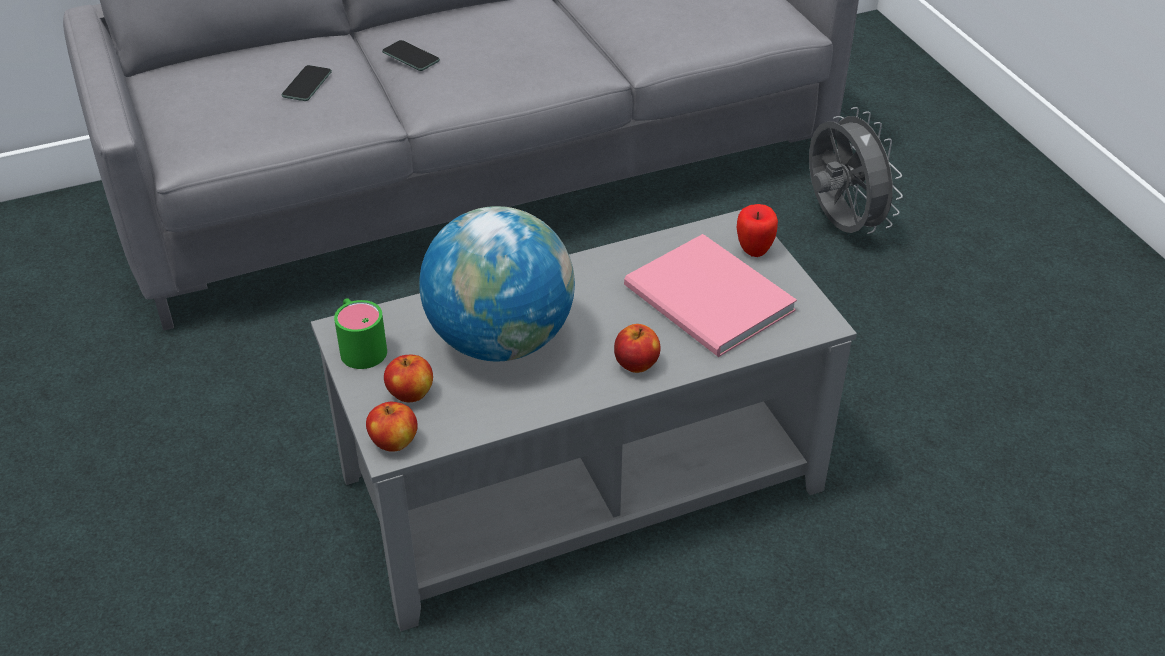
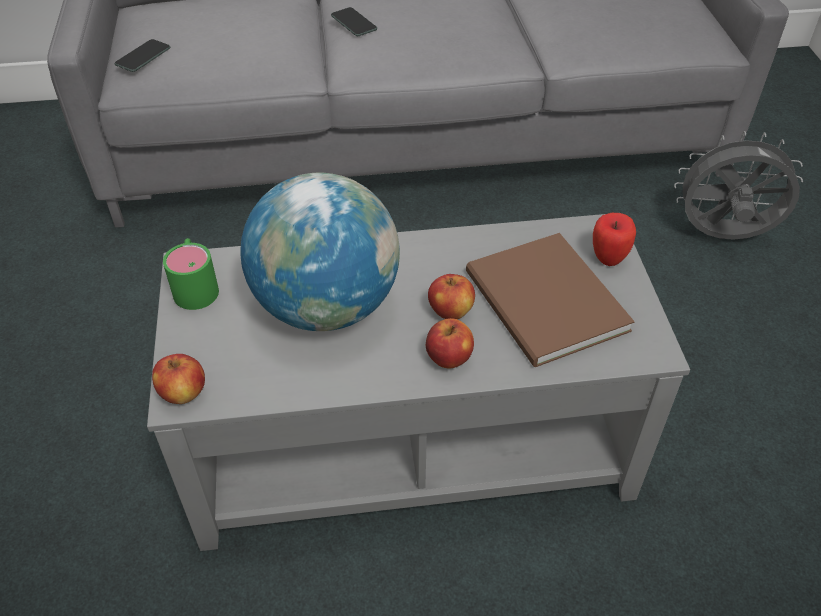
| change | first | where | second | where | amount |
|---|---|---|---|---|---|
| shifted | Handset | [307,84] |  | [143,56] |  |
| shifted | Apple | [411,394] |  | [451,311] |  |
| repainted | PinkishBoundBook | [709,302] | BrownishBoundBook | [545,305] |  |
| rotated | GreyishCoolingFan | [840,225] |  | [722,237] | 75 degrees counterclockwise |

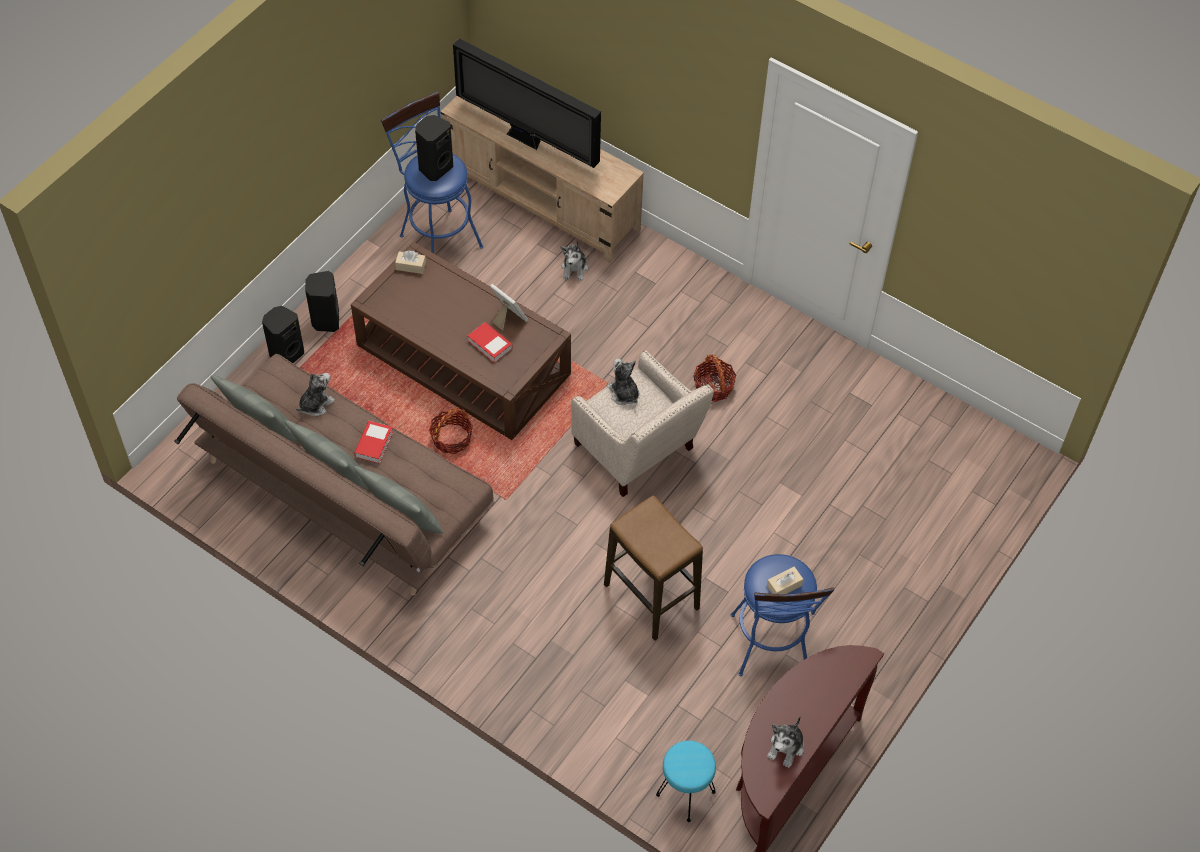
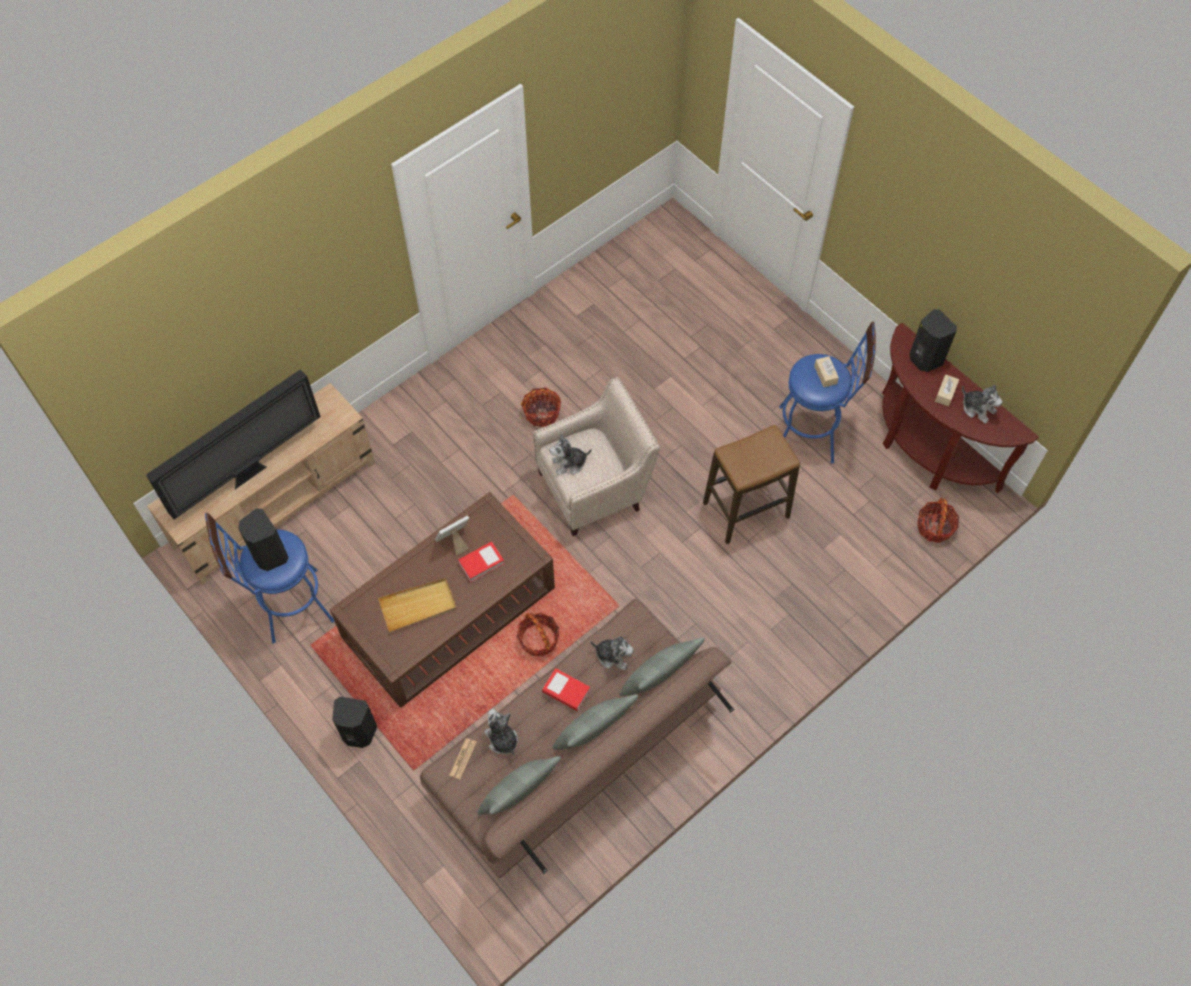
| change | first | where | second | where | amount |
|---|---|---|---|---|---|
| shifted | BlackishAudioSpeaker | [286,354] |  | [924,359] |  |
| shifted | BeigeBoxOfTissues | [411,266] |  | [945,393] |  |
| shifted | CuddlyToy | [575,268] |  | [613,655] |  |
| swapped | BlueGreenStool | [685,794] | StorageBasket | [934,527] |  |
| new |  |  | BeigeTray | [418,606] |  |
| new |  |  | Newspaper | [463,758] |  |

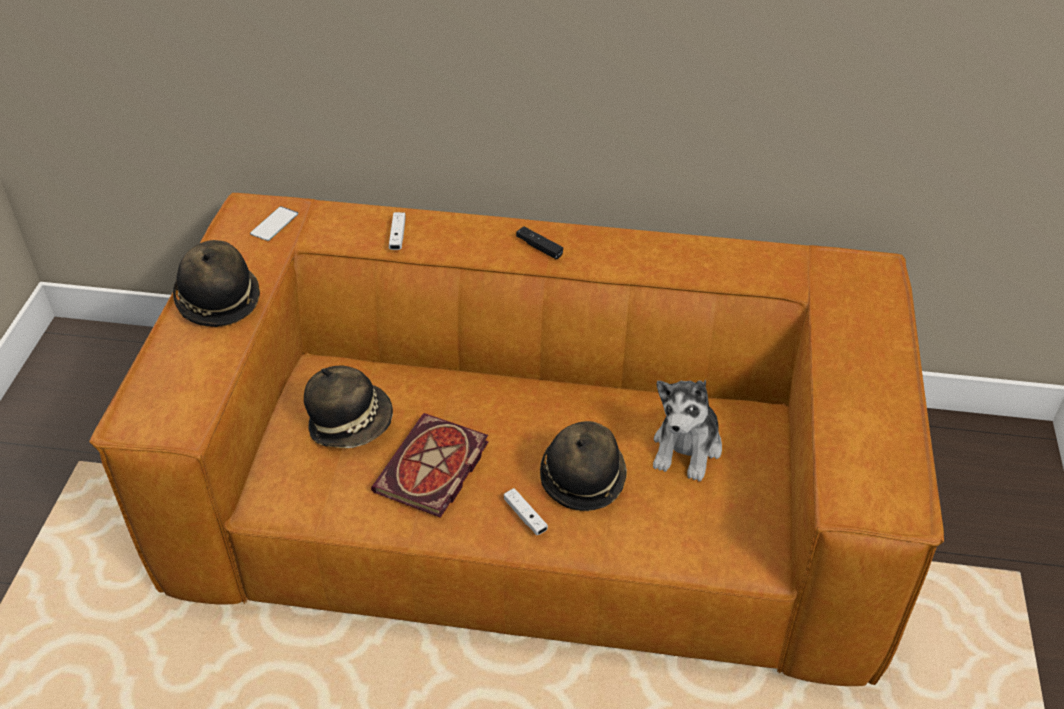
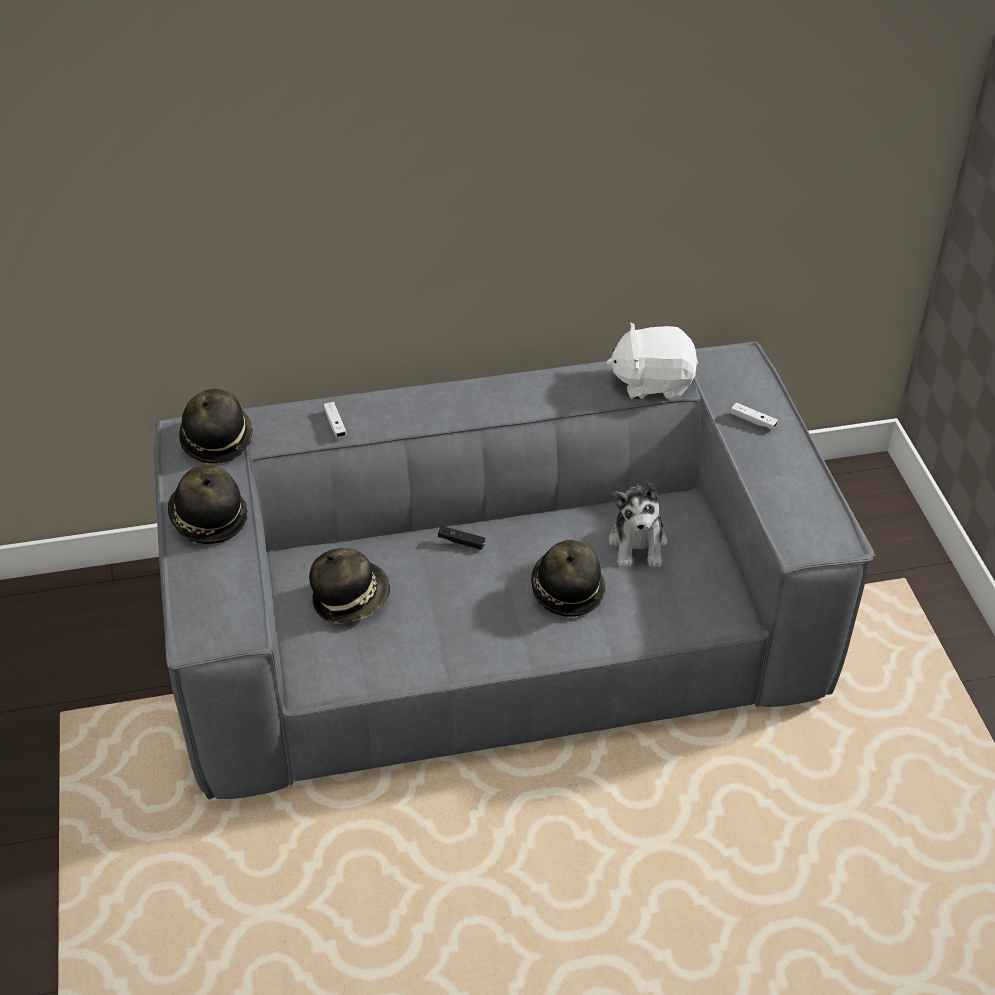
| change | first | where | second | where | amount |
|---|---|---|---|---|---|
| repainted | BrownishSettee | [532,503] | GreyishSettee | [498,632] |  |
| swapped | Handset | [274,224] | ClothingHat | [217,439] |  |
| gone | BoundBook | [432,470] |  |  |  |
| shifted | WhiteColouredGameController | [525,516] |  | [753,421] |  |
| shifted | BlackishGameController | [539,247] |  | [461,542] |  |
| new |  |  | WhiteColouredCuddlyToy | [652,382] |  |

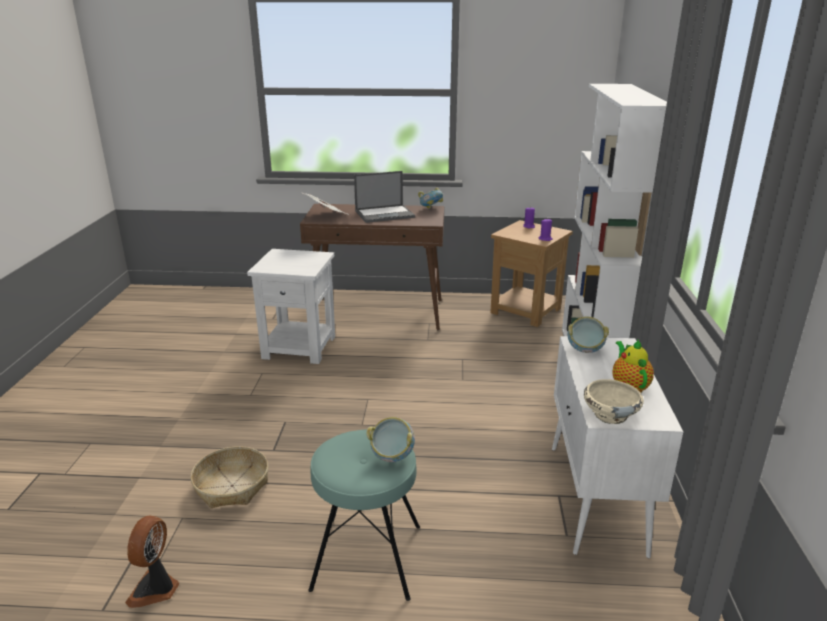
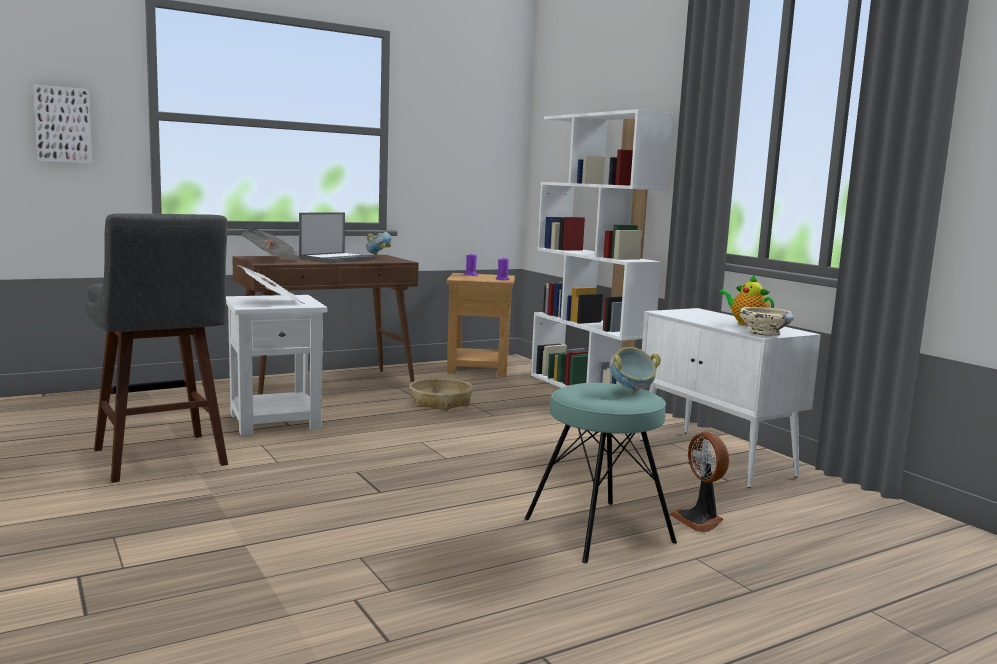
| change | first | where | second | where | amount |
|---|---|---|---|---|---|
| shifted | CoolingFan | [156,589] |  | [699,520] |  |
| shifted | StorageBasket | [232,486] |  | [441,402] |  |
| gone | Bowl | [584,350] |  |  |  |
| new |  |  | WallArt | [63,125] |  |
| new |  |  | GreyishStool | [161,459] |  |
| new |  |  | Newspaper | [272,302] |  |

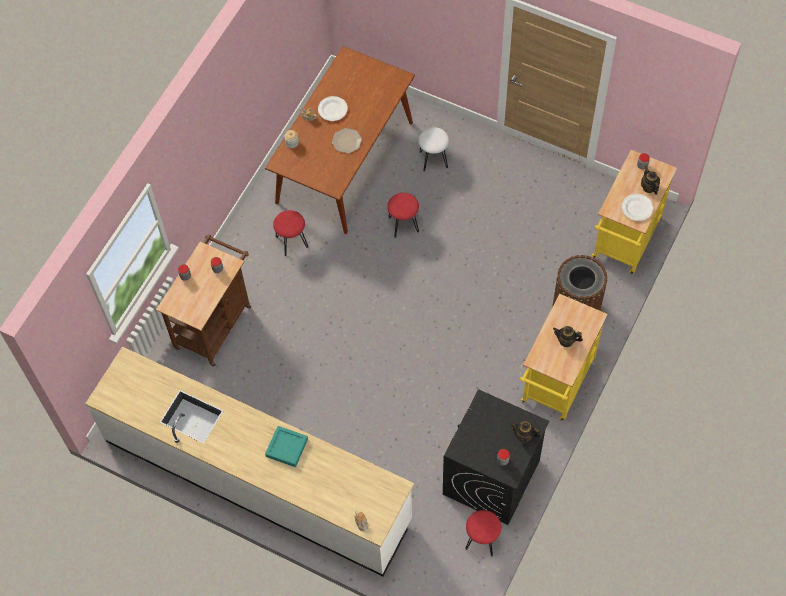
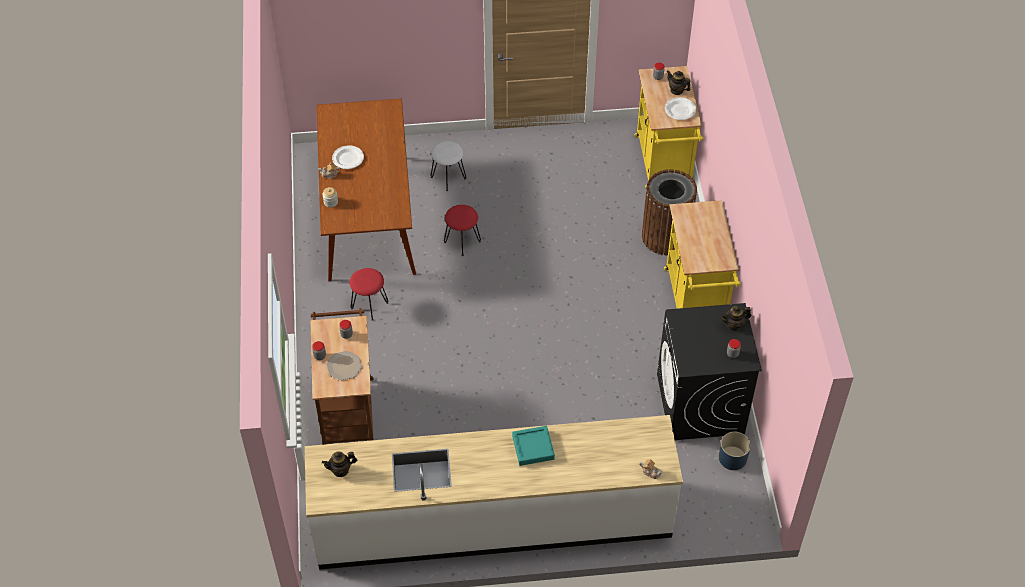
| change | first | where | second | where | amount |
|---|---|---|---|---|---|
| shifted | DinnerPlate | [347,141] |  | [344,366] |  |
| swapped | RedColouredStool | [482,540] | BluePlanter | [732,458] |  |
| shifted | PotForTea | [566,341] |  | [341,470] |  |

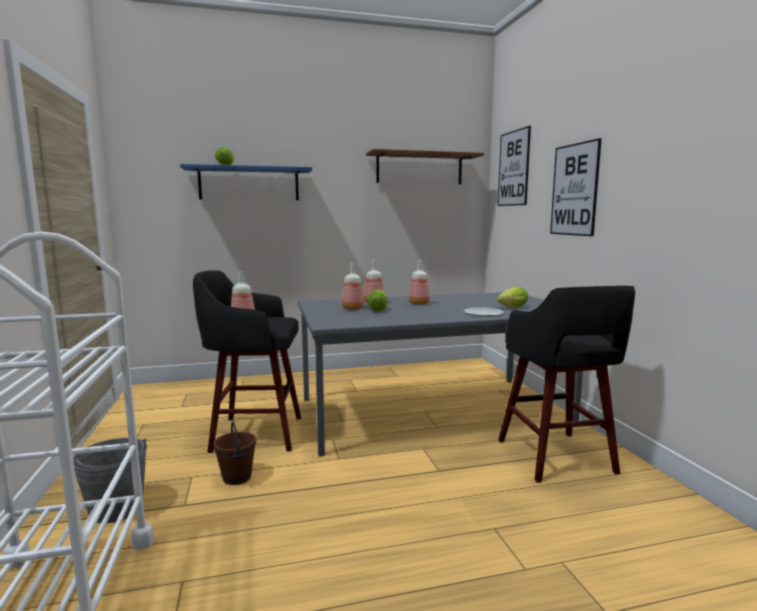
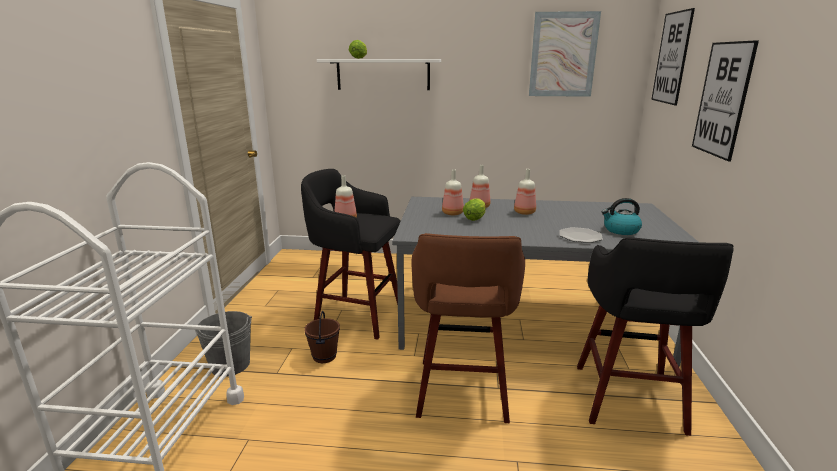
| change | first | where | second | where | amount |
|---|---|---|---|---|---|
| repainted | BlueWallShelf | [249,184] | WhiteColouredWallShelf | [383,74] |  |
| swapped | BrownishWallShelf | [419,169] | WallArt | [563,55] |  |
| swapped | HeadOfLettuce | [511,307] | WaterKettle | [620,230] |  |
| new |  |  | BrownishStool | [461,392] |  |

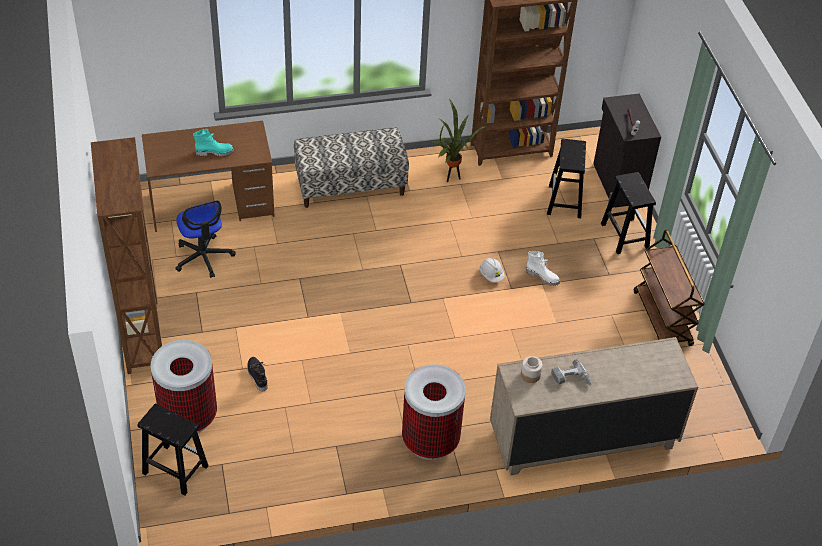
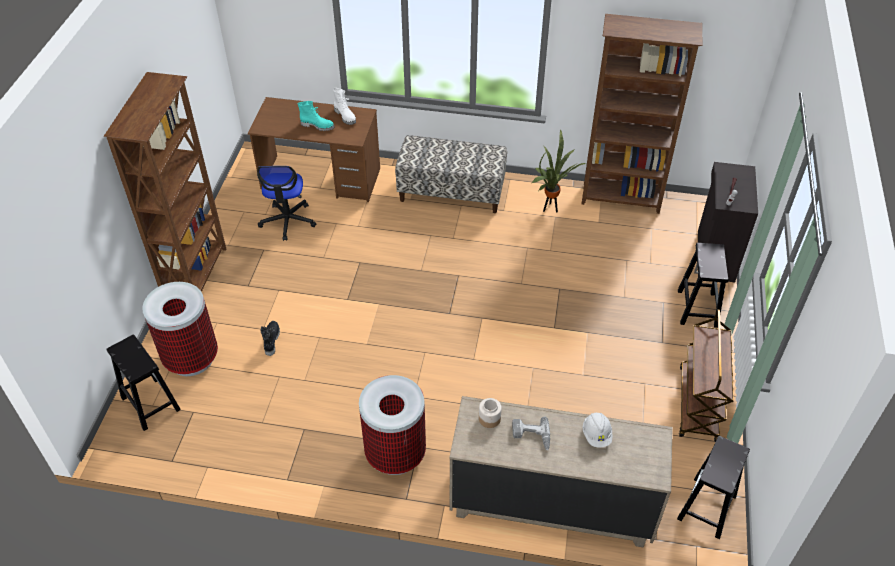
| change | first | where | second | where | amount |
|---|---|---|---|---|---|
| shifted | WhiteColouredHardHat | [491,275] |  | [596,435] |  |
| shifted | WhiteColouredHighTopBoot | [542,276] |  | [345,116] |  |
| shifted | BlackishStool | [565,202] |  | [706,508] |  |

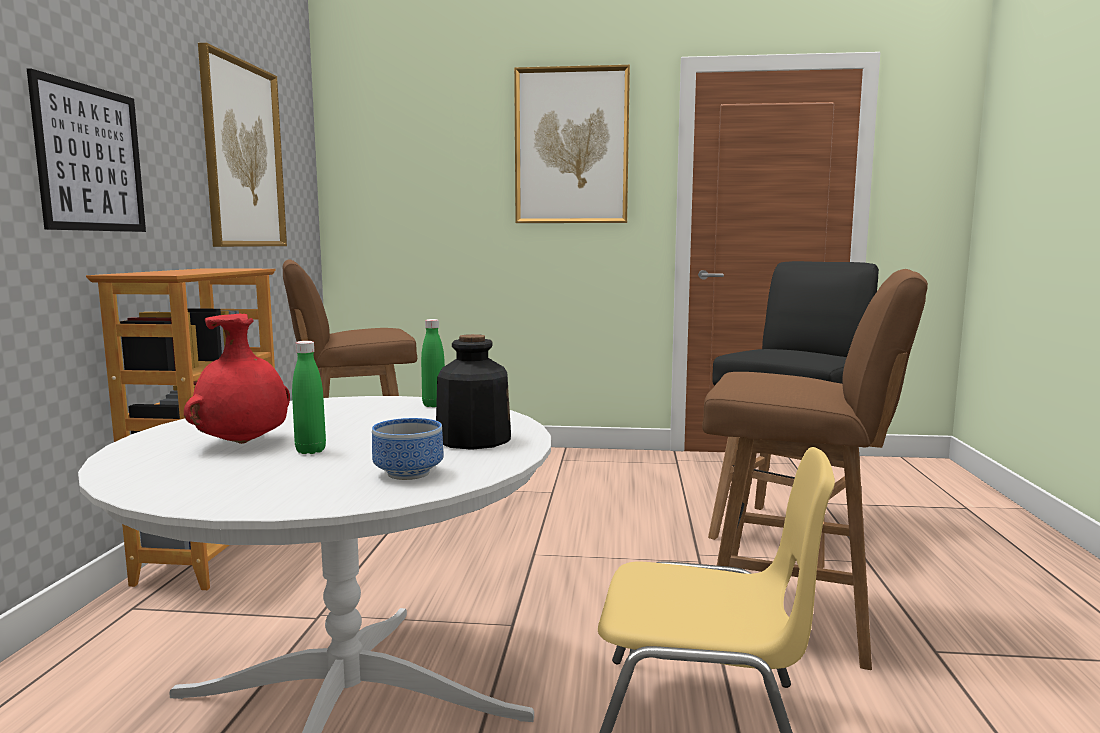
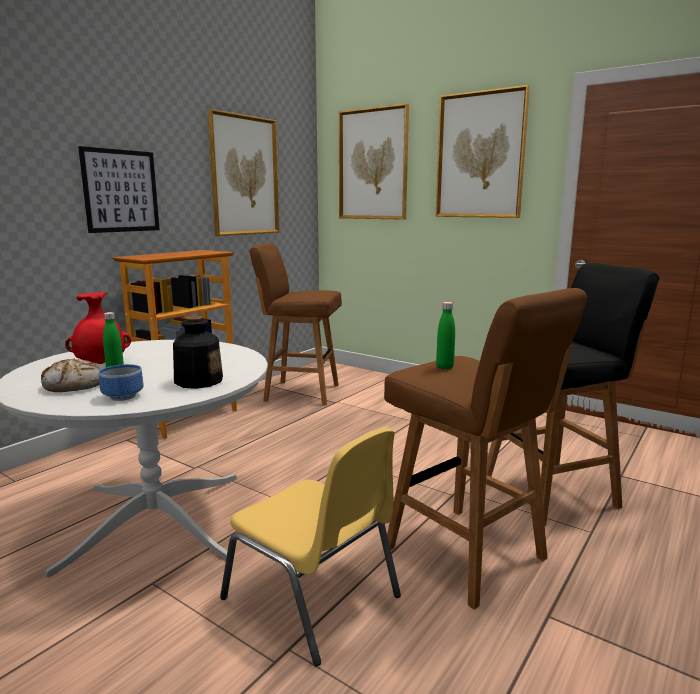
| change | first | where | second | where | amount |
|---|---|---|---|---|---|
| shifted | GreenDrinkBottle | [434,405] |  | [444,367] |  |
| new |  |  | BakeryBread | [74,385] |  |
| new |  |  | WallArt | [373,164] |  |

